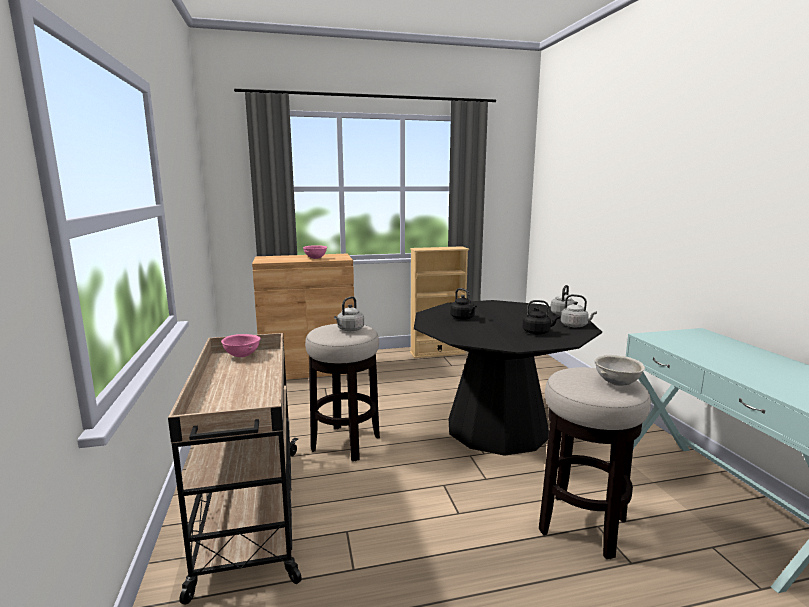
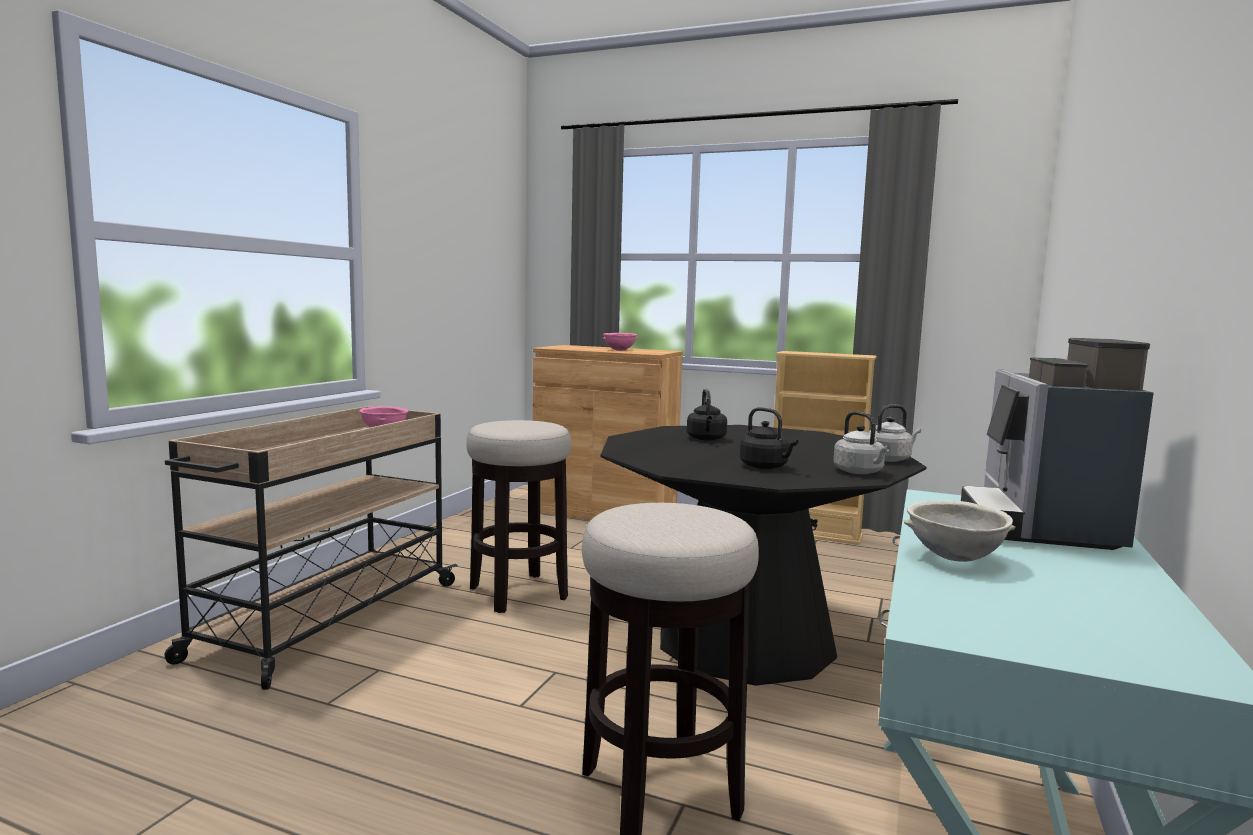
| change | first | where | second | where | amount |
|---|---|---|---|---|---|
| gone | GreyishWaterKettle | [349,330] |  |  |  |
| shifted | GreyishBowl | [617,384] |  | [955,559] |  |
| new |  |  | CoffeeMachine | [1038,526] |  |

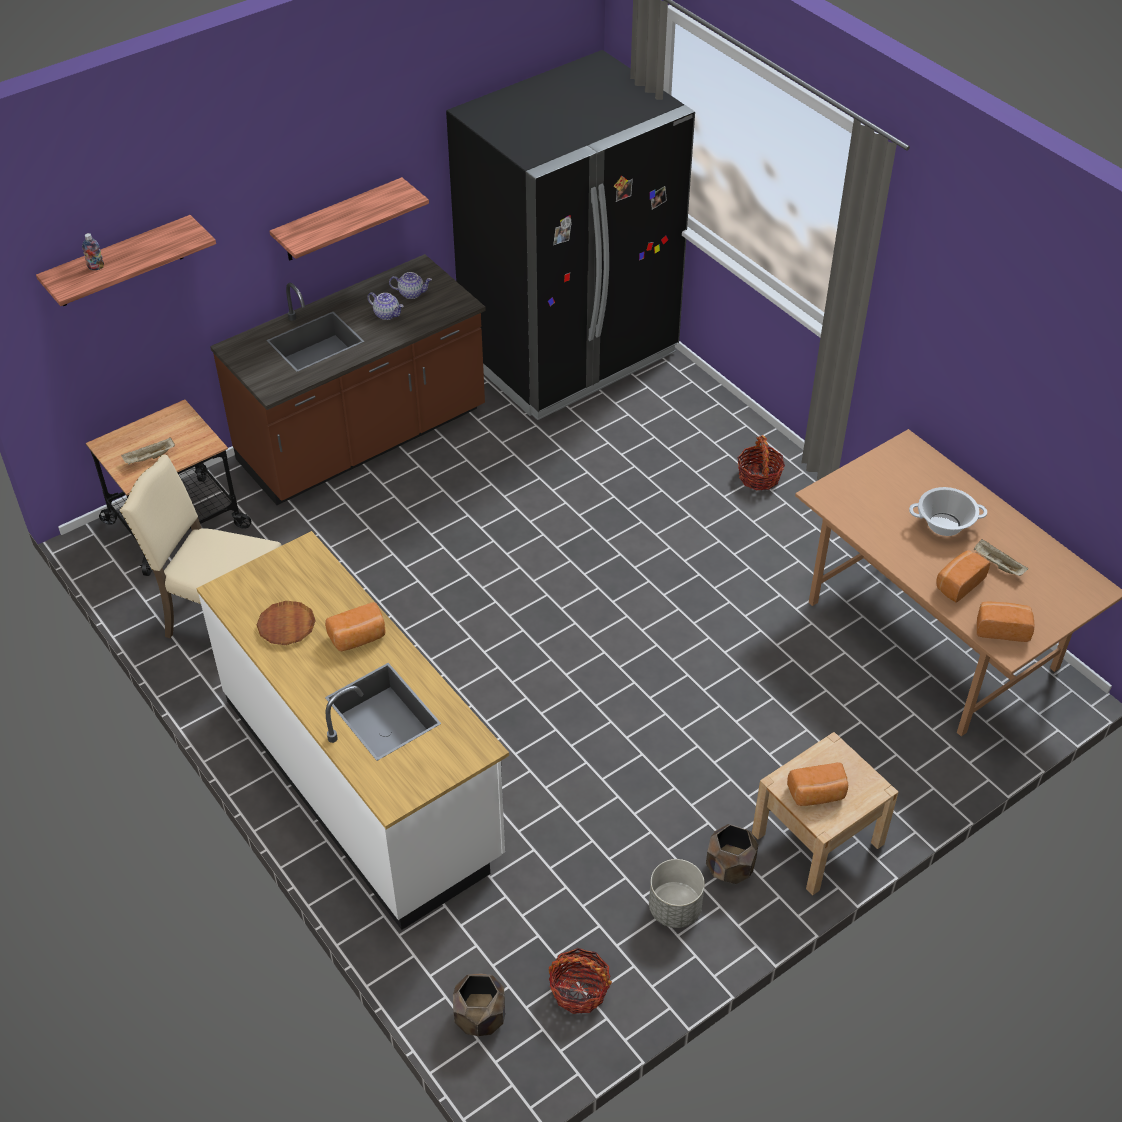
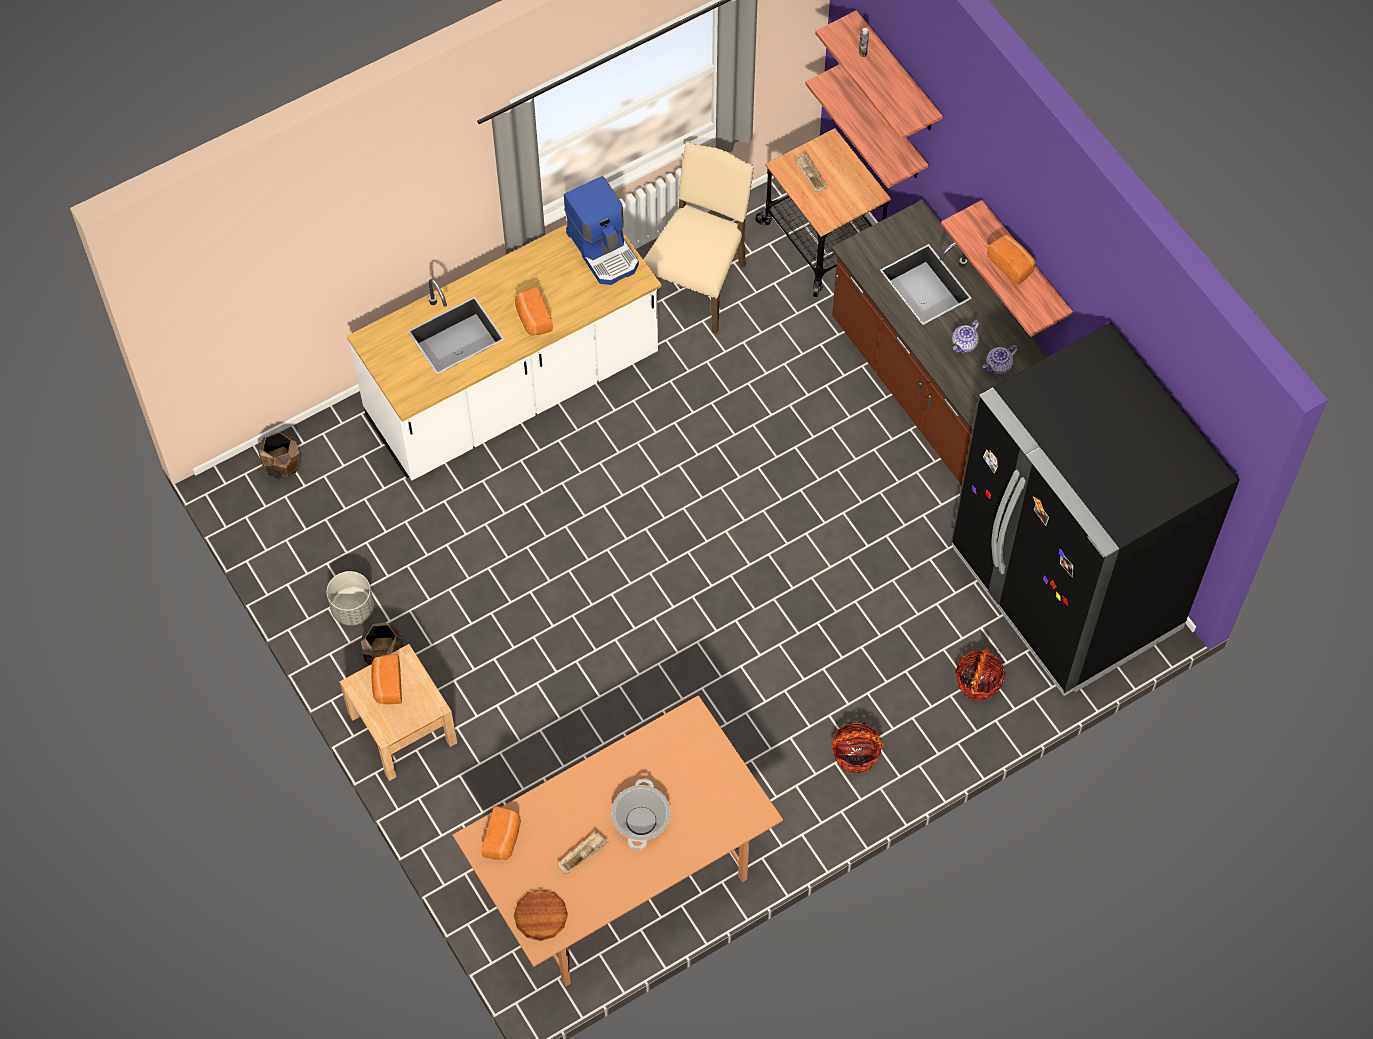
| change | first | where | second | where | amount |
|---|---|---|---|---|---|
| shifted | BrownishDinnerPlate | [286,626] |  | [541,916] |  |
| rotated | PotForTea | [411,293] |  | [998,366] | 45 degrees clockwise |
| shifted | StorageBasket | [579,990] |  | [978,681] |  |
| shifted | BakeryBread | [958,583] |  | [1012,265] |  |
| new |  |  | CoffeeMachine | [604,250] |  |
| new |  |  | WallShelf | [885,124] |  |

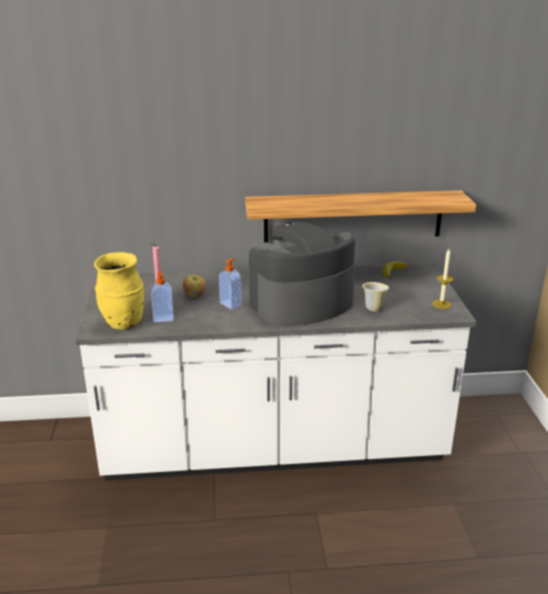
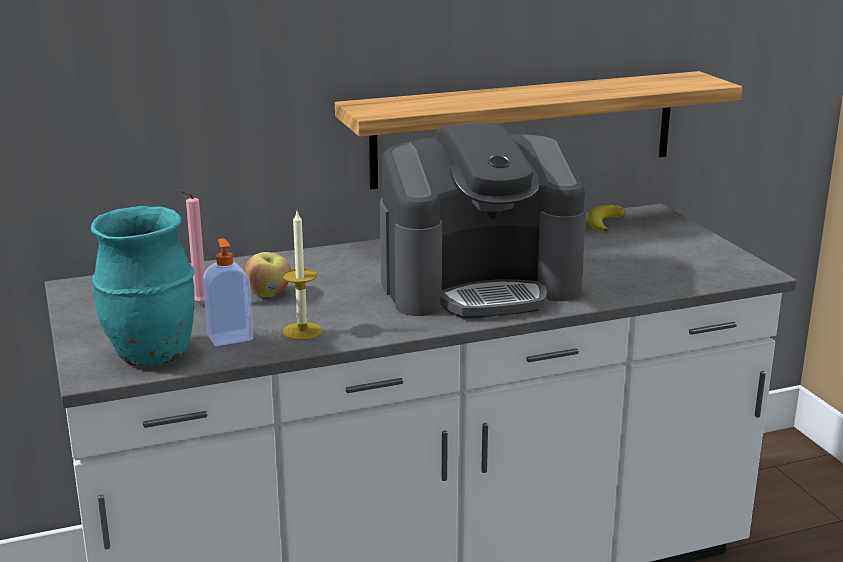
| change | first | where | second | where | amount |
|---|---|---|---|---|---|
| repainted | YellowishVase | [123,323] | BlueGreenVase | [151,356] |  |
| gone | LiquidSoapBottle | [231,304] |  |  |  |
| rotated | CoffeeMachine | [301,303] |  | [480,285] | 150 degrees counterclockwise |
| gone | BeigeTeaMug | [374,308] |  |  |  |
| shifted | Candle | [441,304] |  | [302,331] |  |

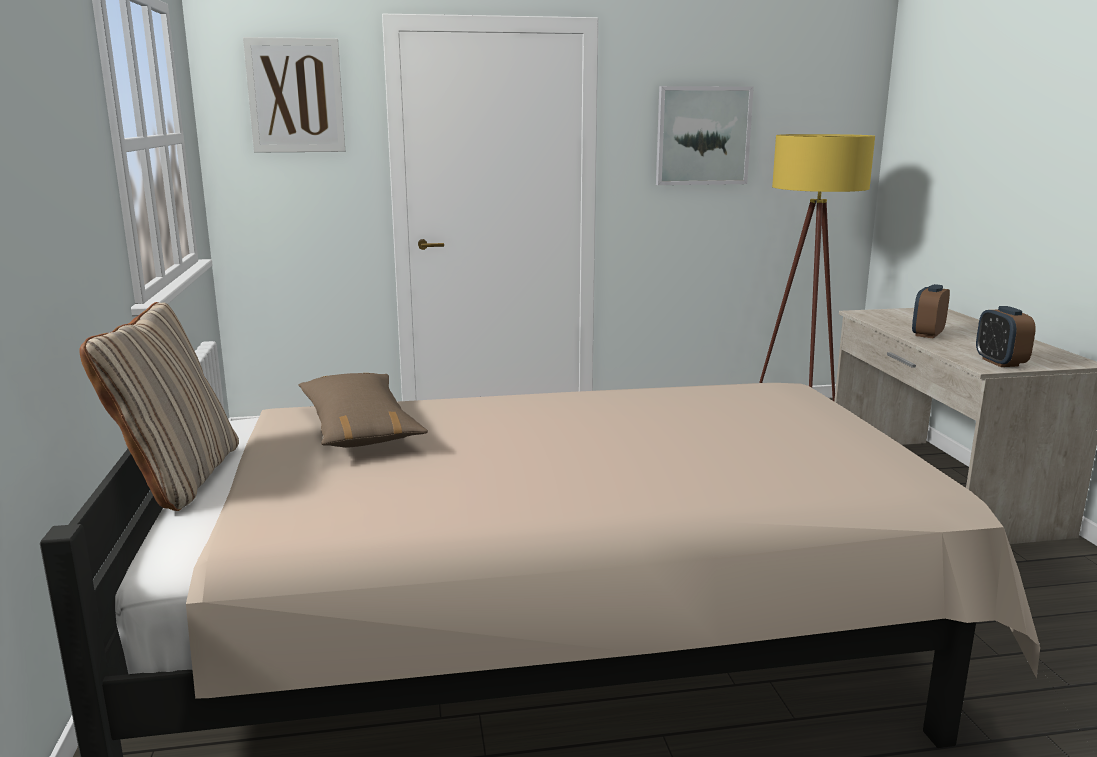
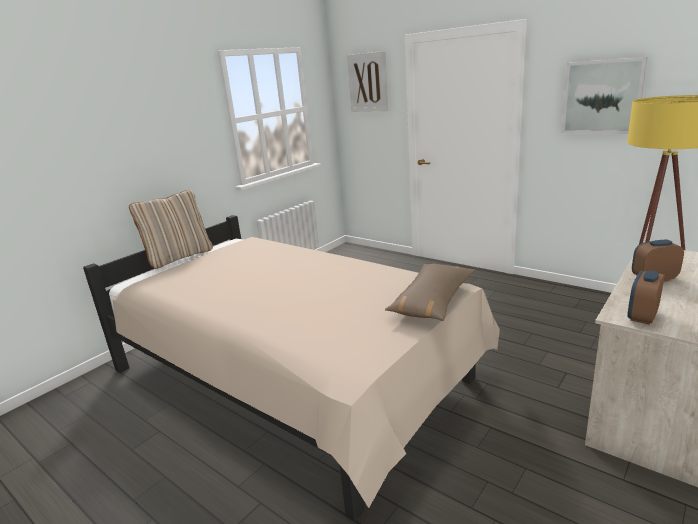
| change | first | where | second | where | amount |
|---|---|---|---|---|---|
| shifted | BrownishPillow | [359,427] |  | [432,301] |  |

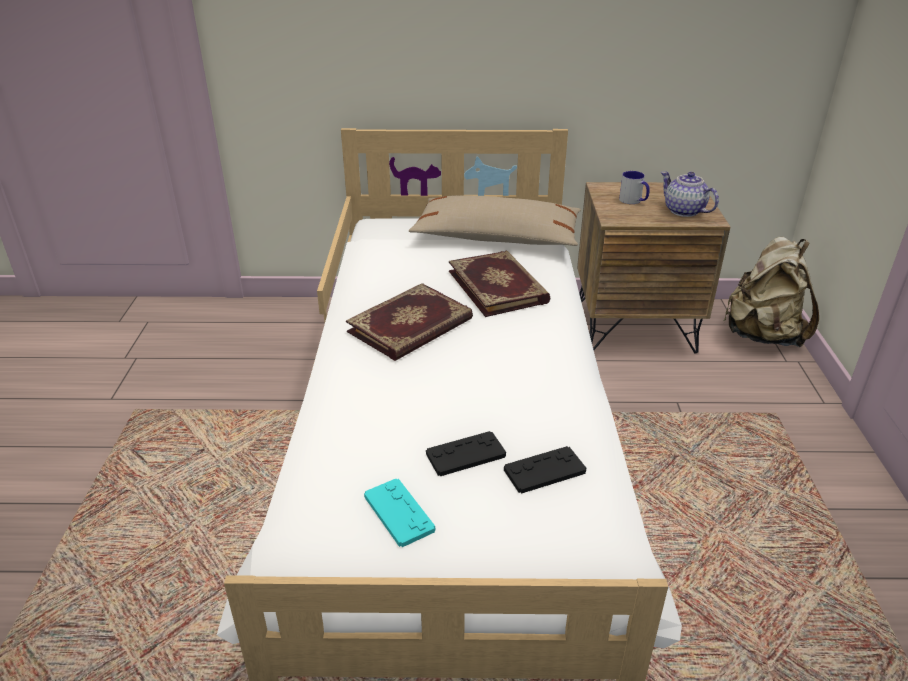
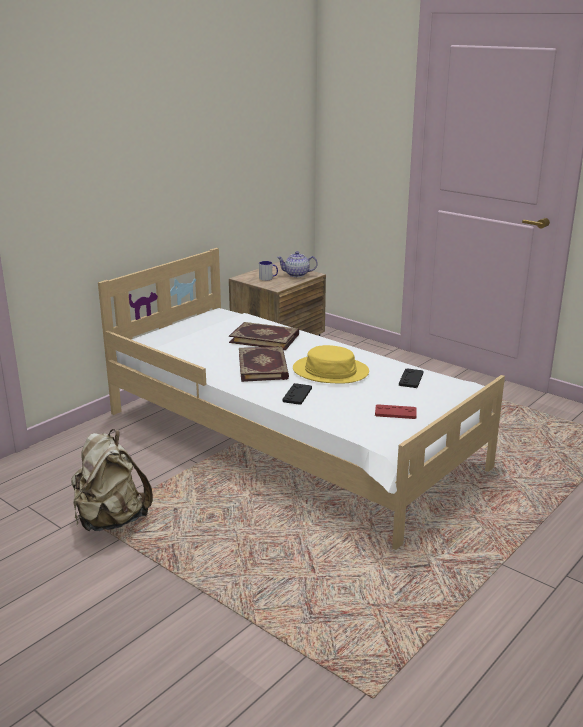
| change | first | where | second | where | amount |
|---|---|---|---|---|---|
| repainted | BlueGreenGameController | [399,513] | RedColouredGameController | [395,412] |  |
| gone | BeigePillow | [497,237] |  |  |  |
| shifted | BlackishGameController | [465,455] |  | [297,395] |  |
| shifted | BeigeBackpack | [762,335] |  | [111,520] |  |
| new |  |  | YellowishClothingHat | [330,371] |  |

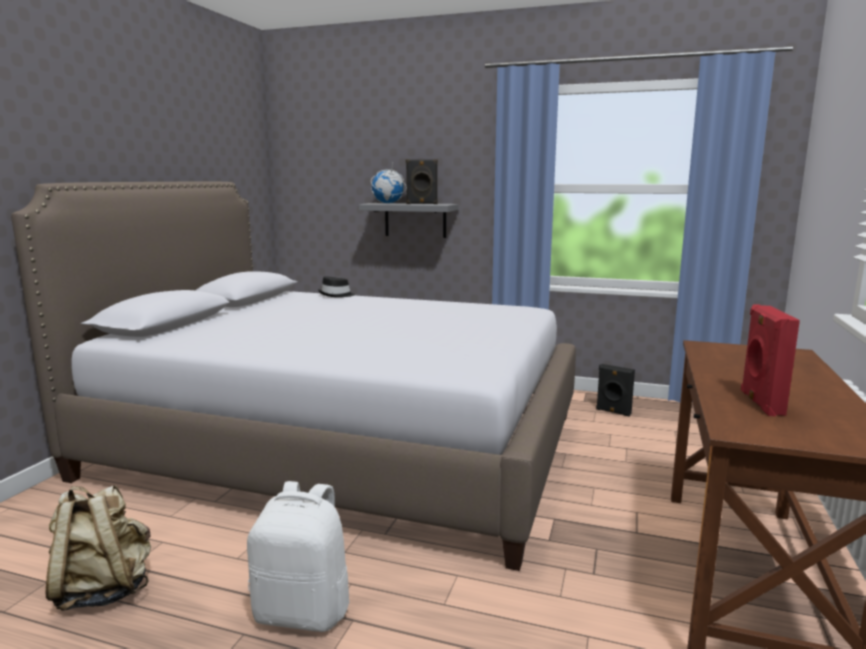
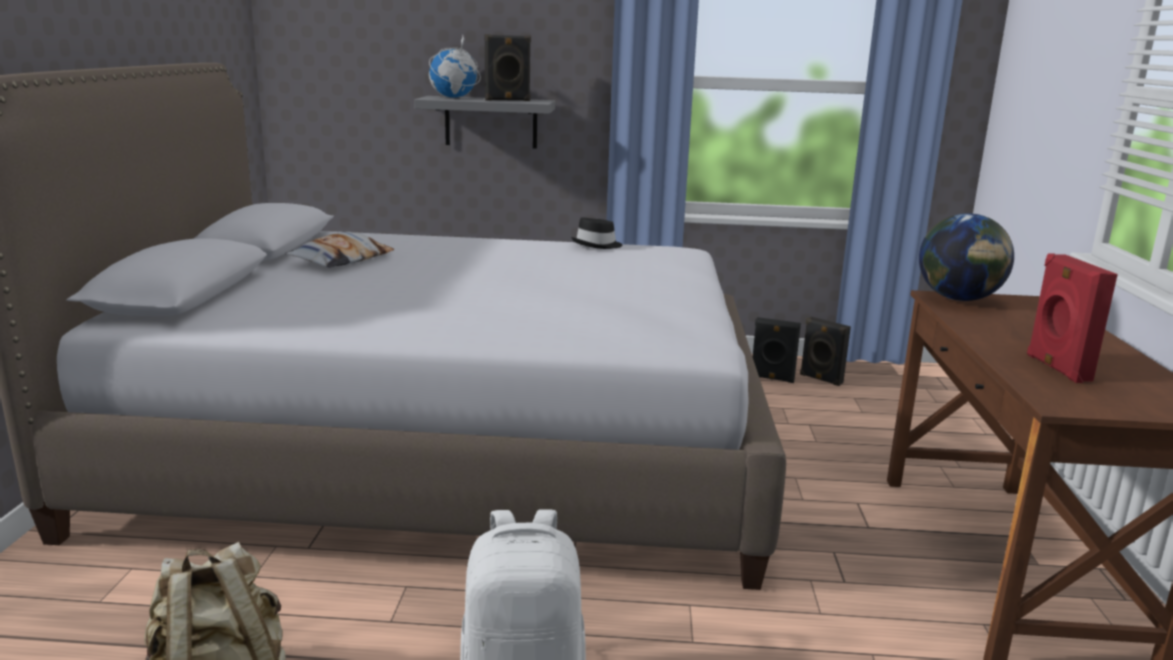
| change | first | where | second | where | amount |
|---|---|---|---|---|---|
| shifted | BlackishClothingHat | [336,295] |  | [597,245] |  |
| new |  |  | Pillow | [341,260] |  |
| new |  |  | BlackishAudioSpeaker | [820,379] |  |
| new |  |  | WorldGlobe | [959,299] |  |

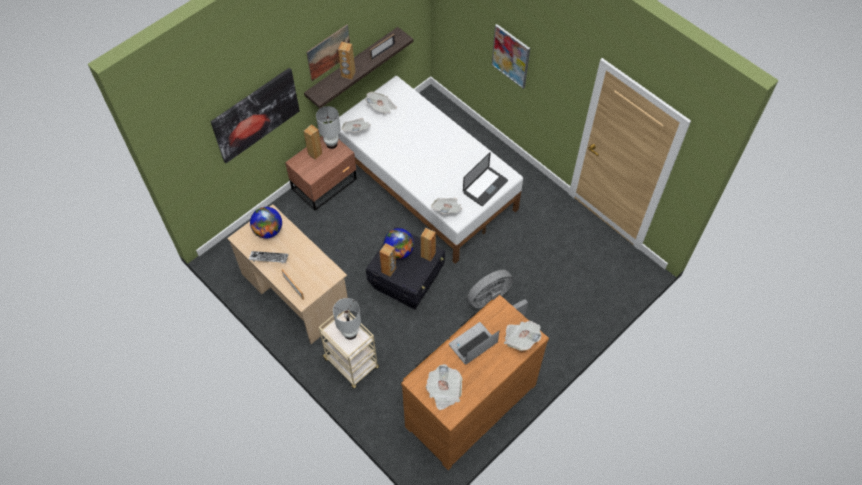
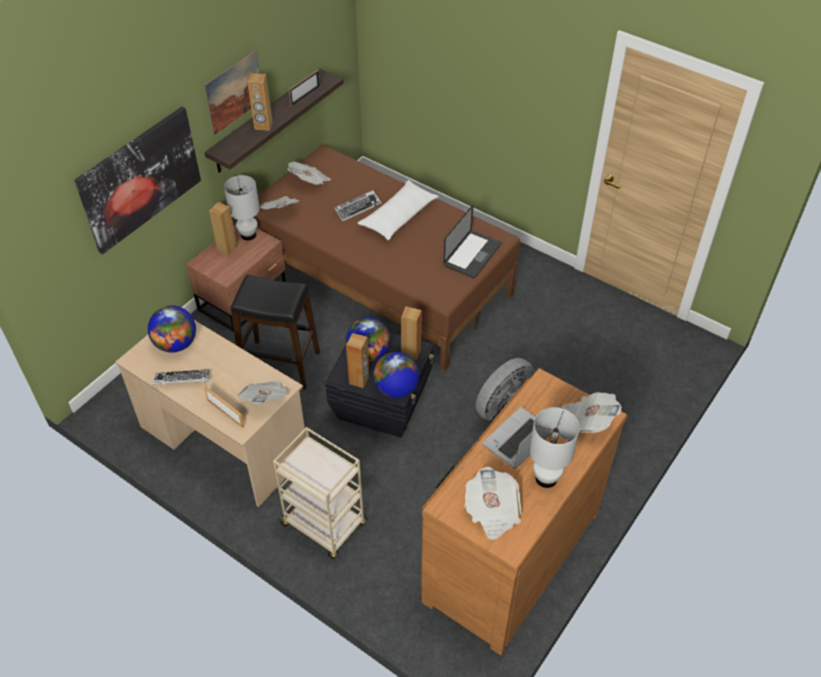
| change | first | where | second | where | amount |
|---|---|---|---|---|---|
| repainted | WhiteColouredBedroomBed | [425,182] | BrownishBedroomBed | [381,278] |  |
| shifted | WhiteColouredTableLamp | [350,334] |  | [546,479] |  |
| shifted | Newspaper | [447,209] |  | [266,399] |  |
| gone | WallArt | [511,56] |  |  |  |
| new |  |  | BlackishStool | [281,364] |  |
| new |  |  | ComputerKeyboard | [357,208] |  |
| new |  |  | WhiteColouredPillow | [398,216] |  |
| new |  |  | WorldGlobe | [396,389] |  |

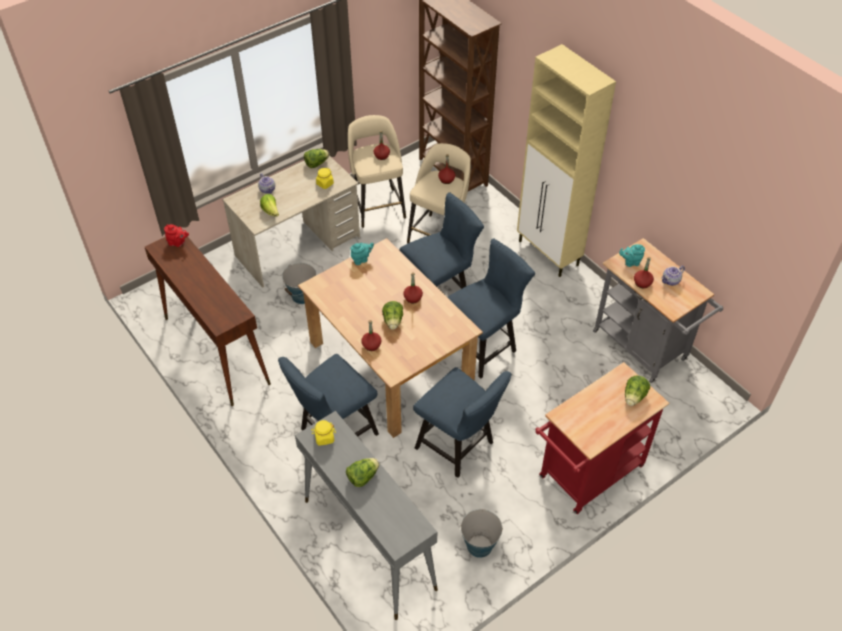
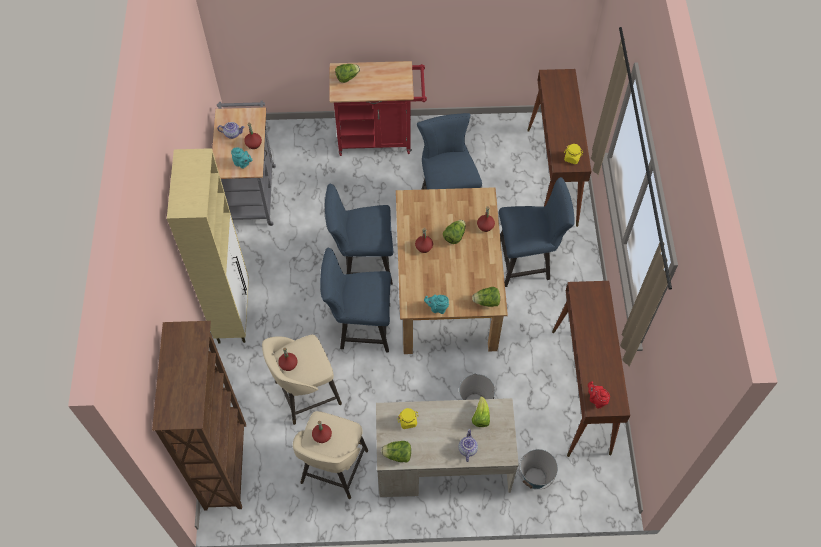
| change | first | where | second | where | amount |
|---|---|---|---|---|---|
| repainted | GreyishHallTable | [368,543] | BrownishHallTable | [552,177] |  |
| shifted | HeadOfLettuce | [363,477] |  | [486,302] |  |
| shifted | Bucket | [479,545] |  | [535,478] |  |

